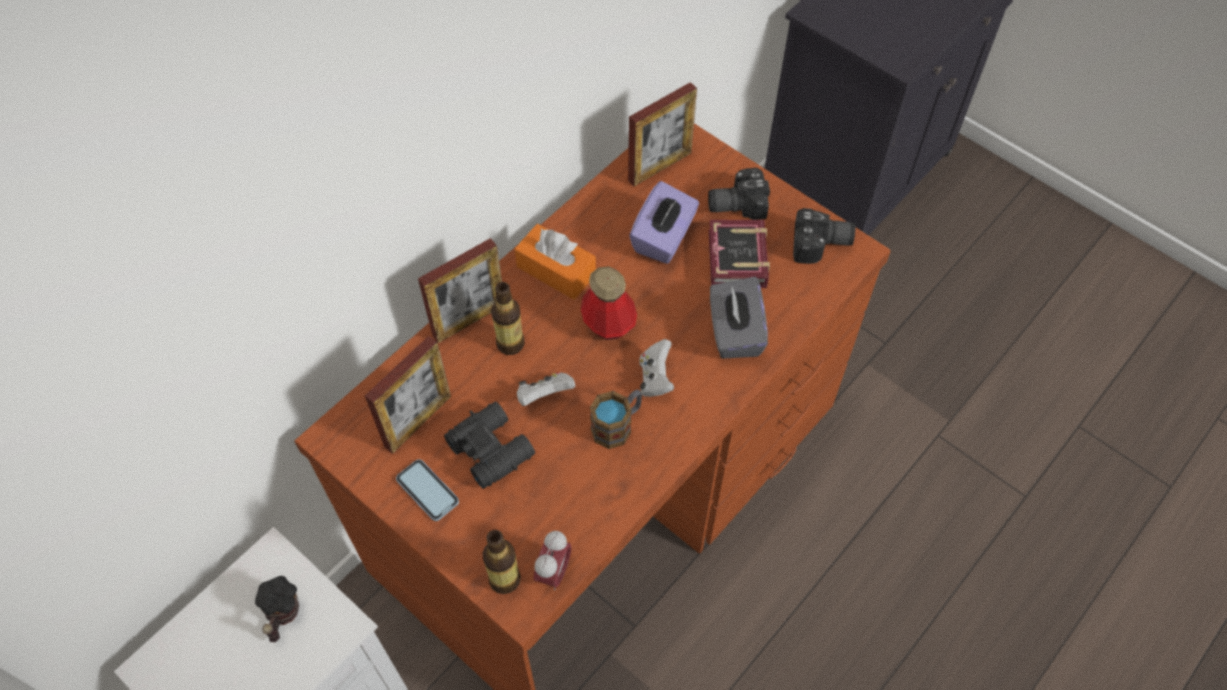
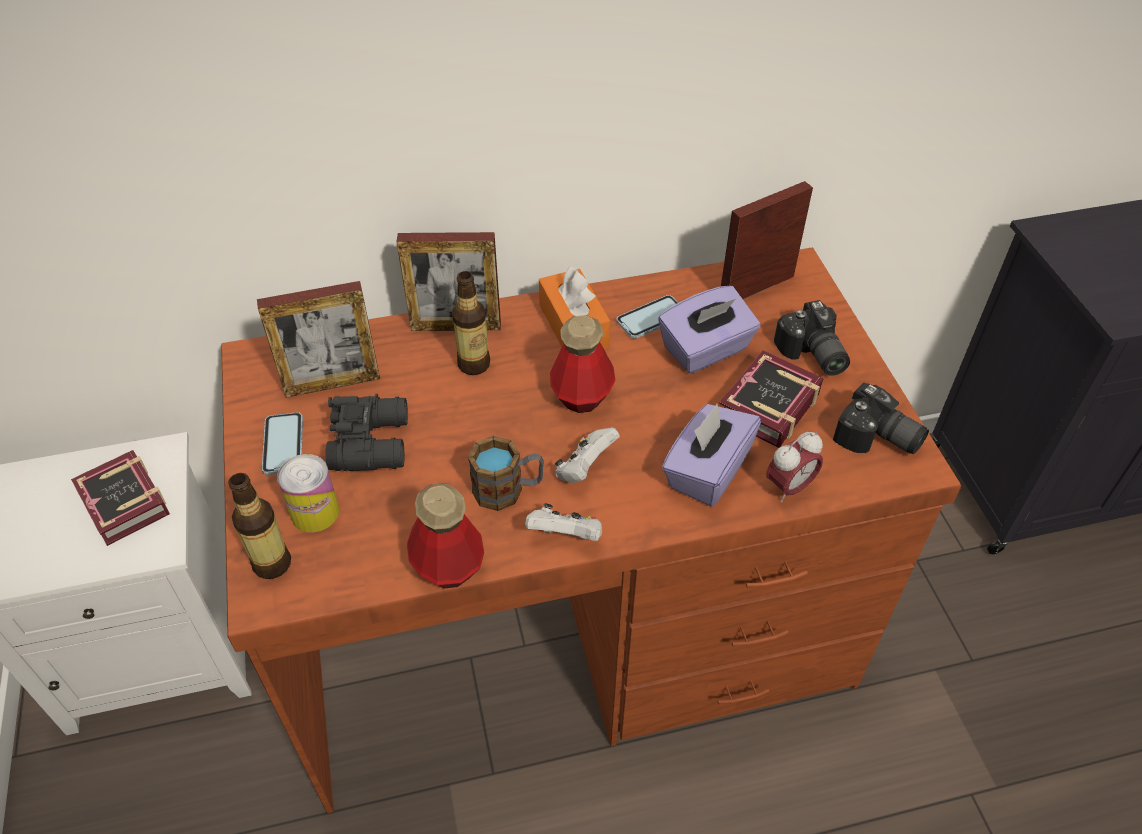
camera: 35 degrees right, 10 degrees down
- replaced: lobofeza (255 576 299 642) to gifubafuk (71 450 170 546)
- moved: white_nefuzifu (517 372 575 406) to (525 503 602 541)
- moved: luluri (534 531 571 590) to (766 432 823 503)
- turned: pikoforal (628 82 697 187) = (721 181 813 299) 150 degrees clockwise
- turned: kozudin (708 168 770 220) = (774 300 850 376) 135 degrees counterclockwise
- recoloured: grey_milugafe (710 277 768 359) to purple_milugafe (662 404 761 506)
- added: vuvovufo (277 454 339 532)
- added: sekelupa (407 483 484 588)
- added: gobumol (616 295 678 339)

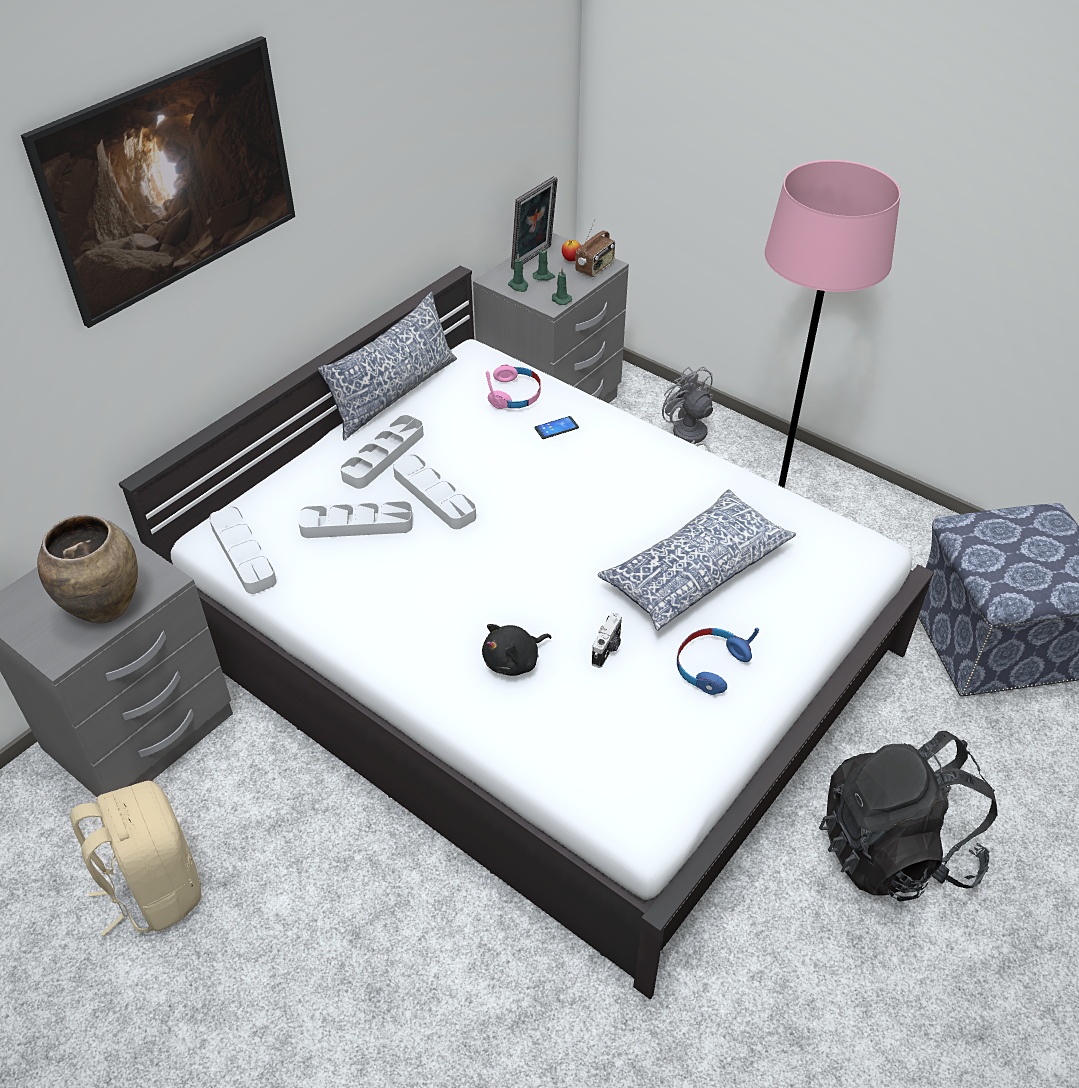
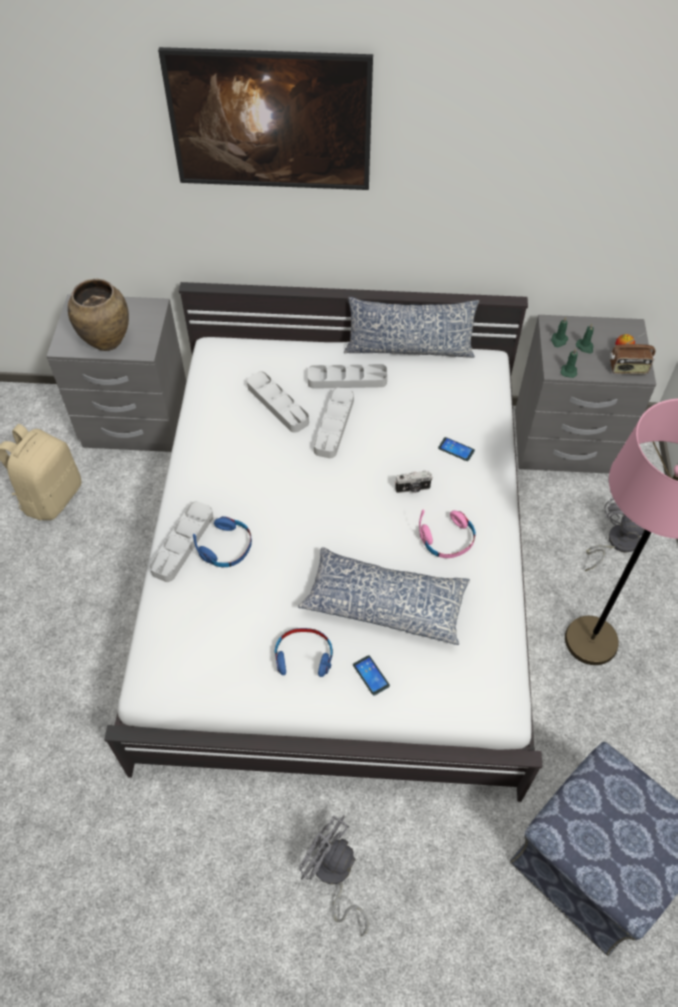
camera: 55 degrees right, 10 degrees up
- moved: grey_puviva (209 506 277 594) to (149 501 213 582)
- replaced: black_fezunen (482 624 552 676) to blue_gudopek (193 516 252 567)
- moved: pink_gudopek (486 365 541 409) to (419 509 476 558)
- removed: pikoforal (511 176 558 270)
- moved: kozudin (592 613 622 668) to (395 471 433 493)
- replaced: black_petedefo (819 731 998 902) to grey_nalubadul (299 815 368 936)
- added: gobumol (353 655 390 696)

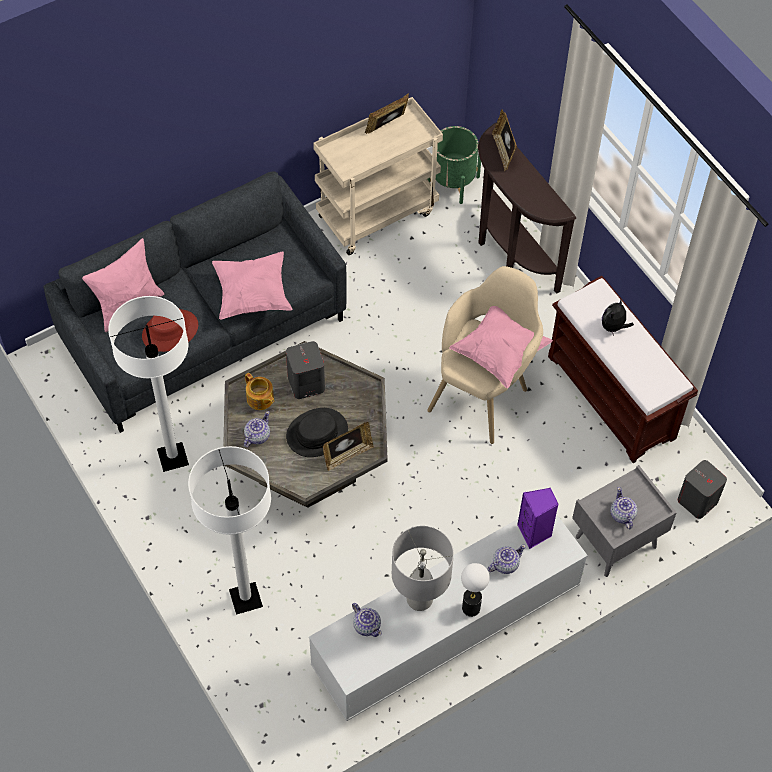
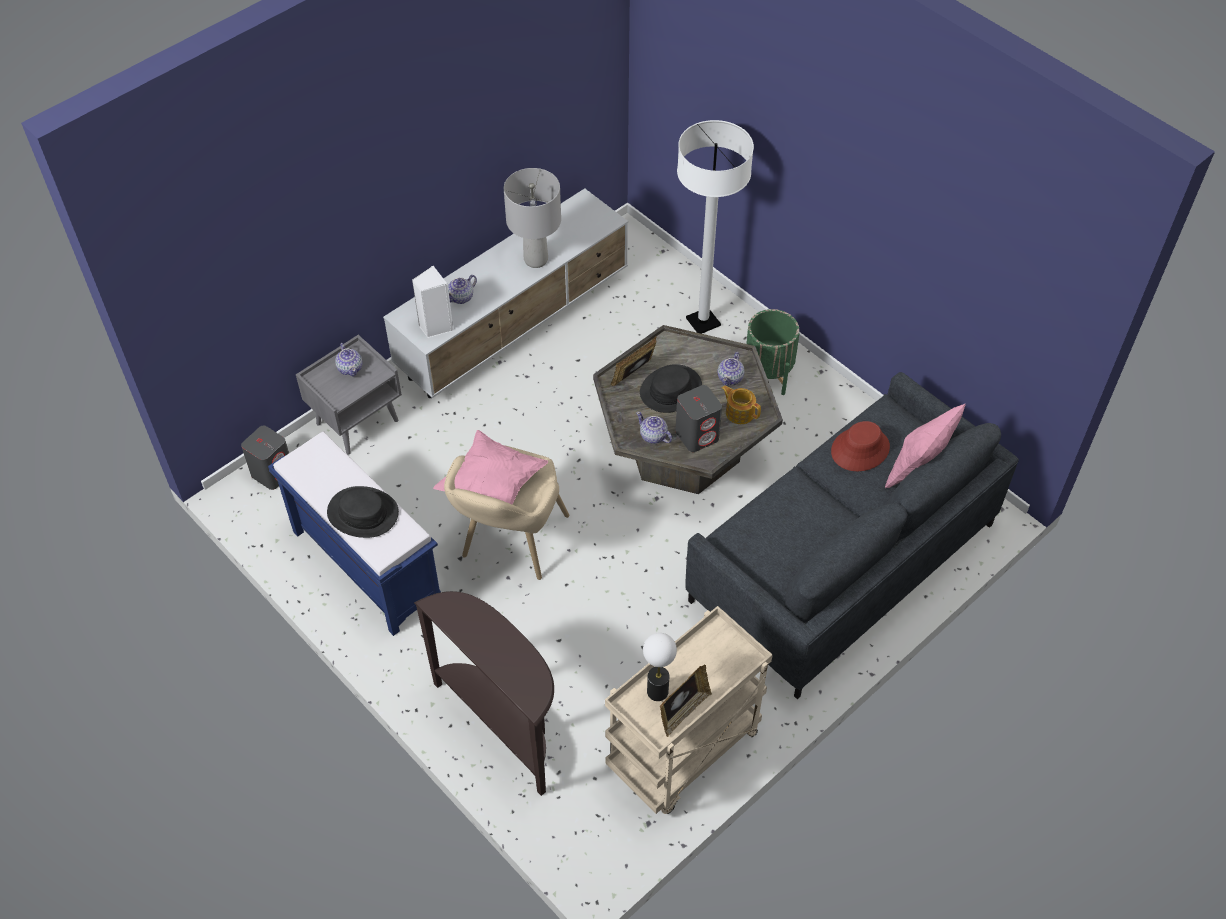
camera: 170 degrees right, 5 degrees down
- removed: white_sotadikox (108 296 189 472)
- removed: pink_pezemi (212 251 293 320)
- moved: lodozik (352 603 382 637) to (636 412 672 444)
- moved: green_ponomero (427 126 481 204) to (746 309 800 395)
- moved: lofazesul (461 563 490 617) to (643 633 677 701)
- removed: pikoforal (492 110 517 171)
- recoloured: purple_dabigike (517 488 559 549) to white_dabigike (412 265 454 338)
- recoloured: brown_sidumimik (548 276 698 463) to blue_sidumimik (268 432 441 636)
- replaced: fezunen (602 299 634 336) to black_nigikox (327 486 399 538)

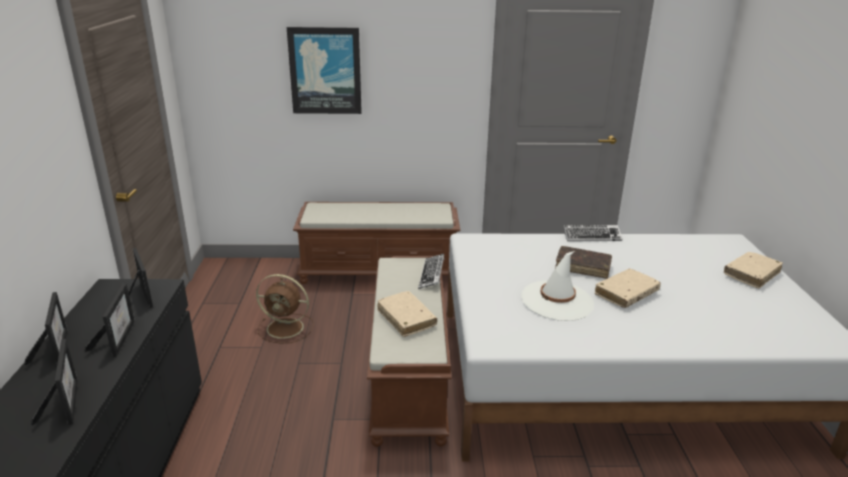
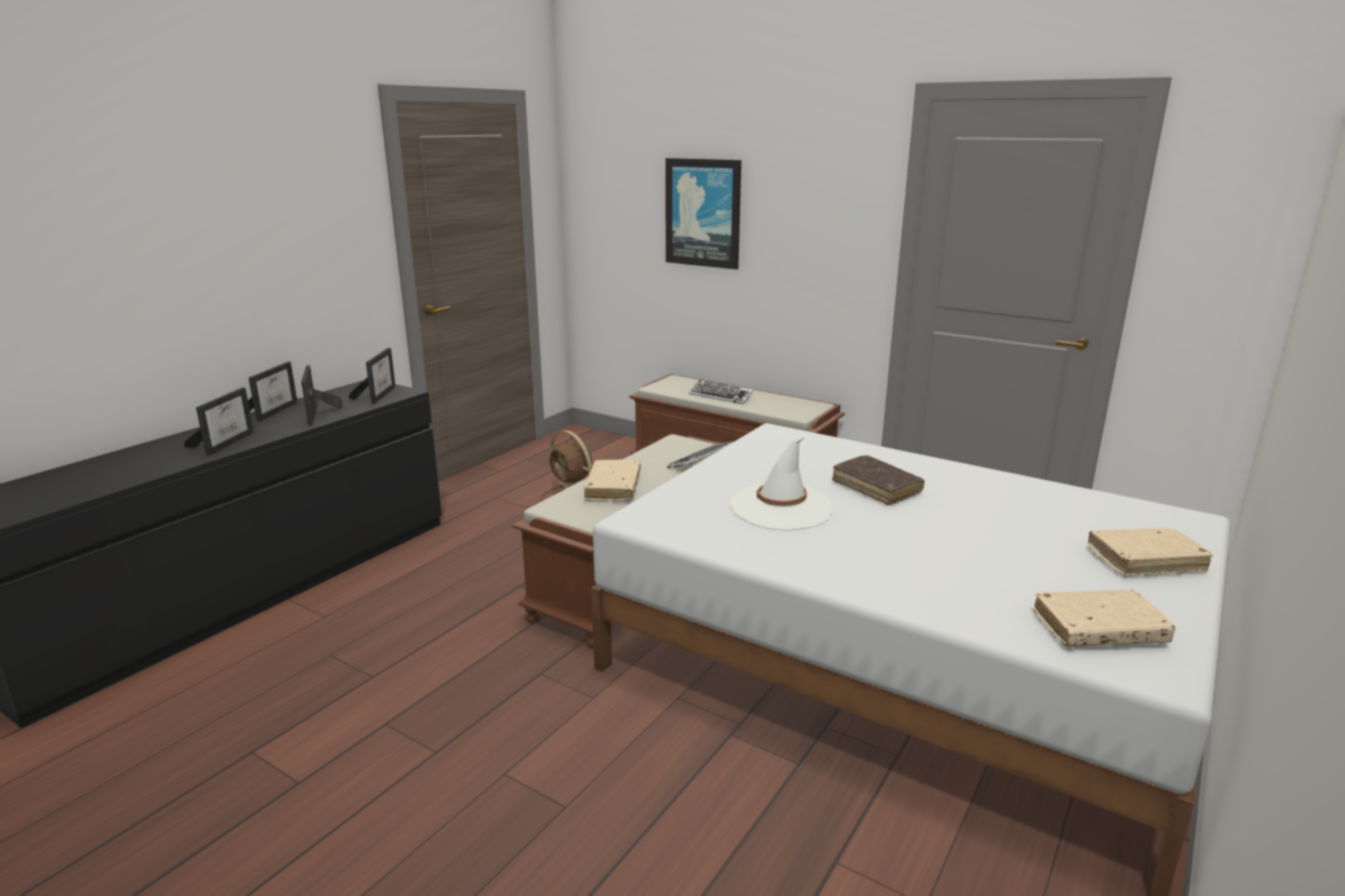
camera: 35 degrees right, 5 degrees down
- turned: pikoforal (84 284 135 357) = (301 365 343 426) 135 degrees clockwise
- moved: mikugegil (563 225 622 241) to (689 380 753 404)
- moved: beige_gifubafuk (595 269 661 308) to (1034 590 1175 647)

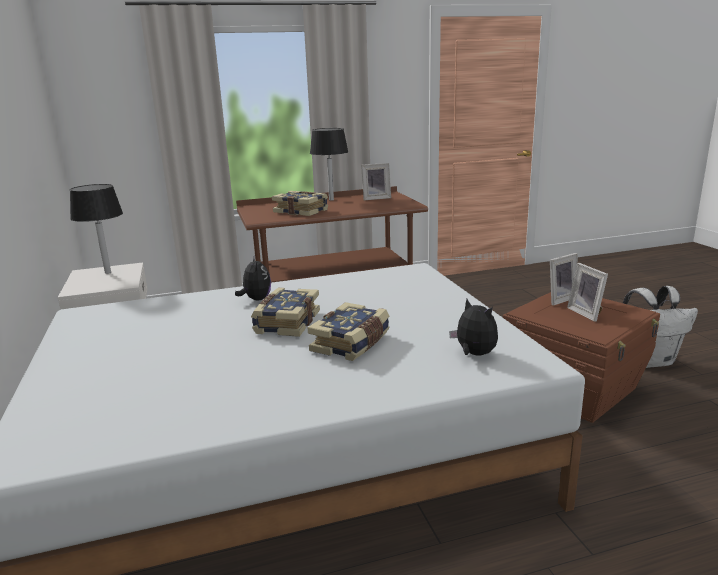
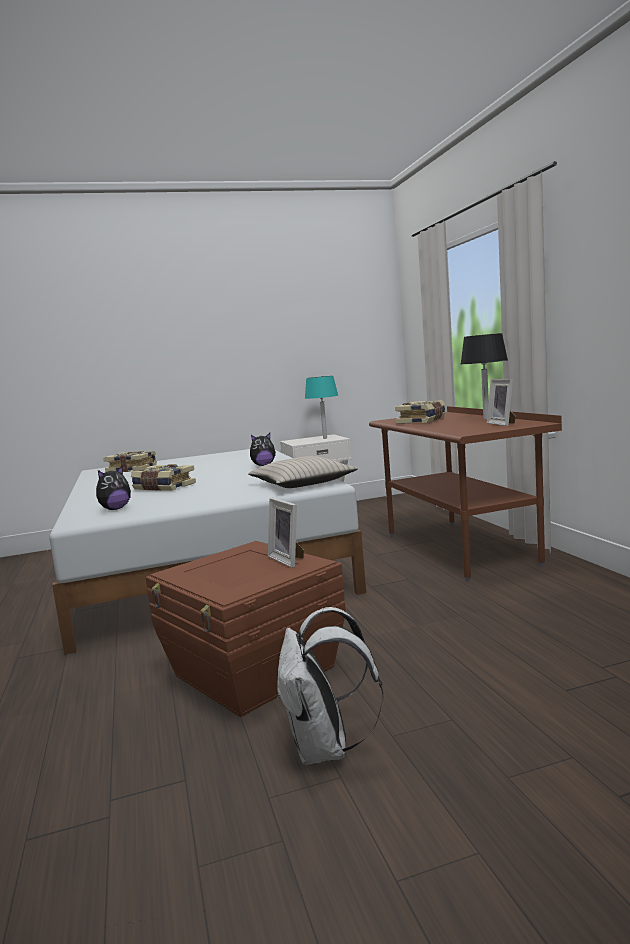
camera: 90 degrees right, 10 degrees down
- recoloured: black_lofazesul (70 184 123 274) to turquoise_lofazesul (305 376 338 439)
- moved: gifubafuk (251 288 320 337) to (103 451 157 472)
- removed: pikoforal (567 263 608 322)
- added: beige_pezemi (248 456 358 488)

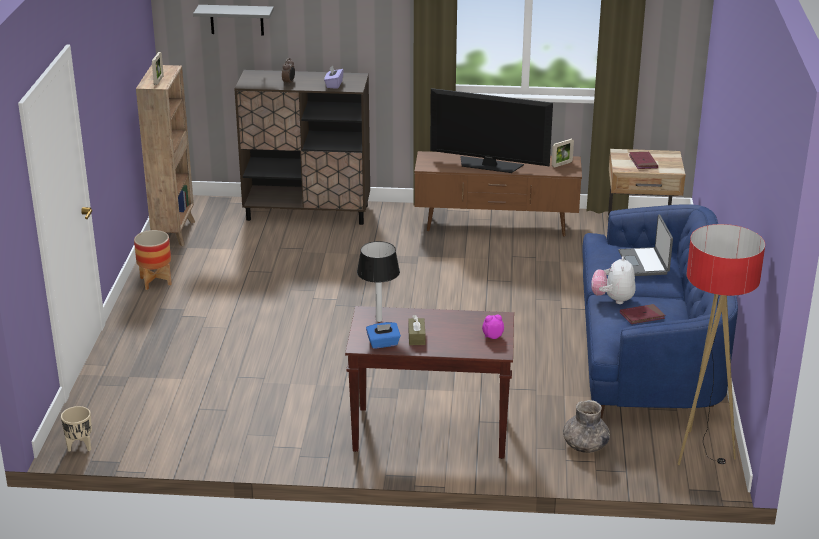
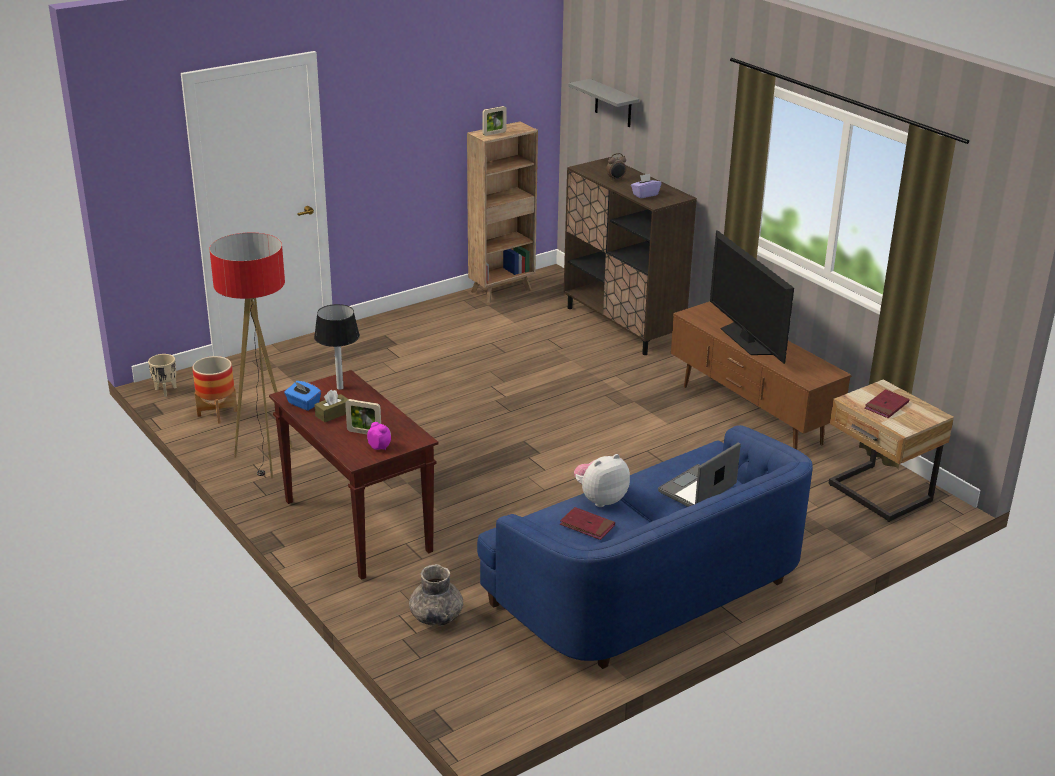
camera: 50 degrees right, 0 degrees up
- moved: ponomero (134 230 172 290) to (192 356 237 424)
- moved: pikoforal (552 139 574 167) to (345 399 381 434)
- moved: sotadikox (677 224 765 465) to (209 233 292 478)

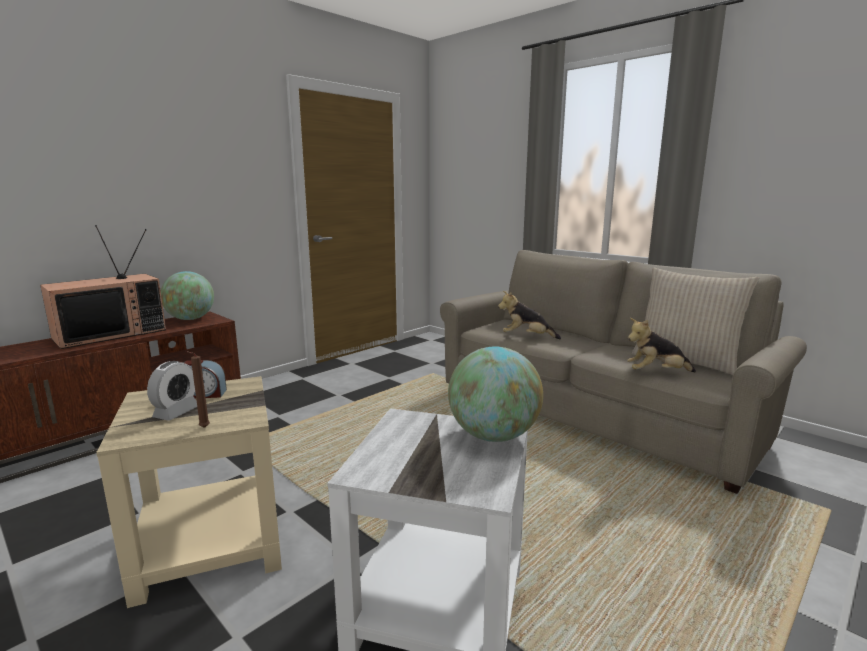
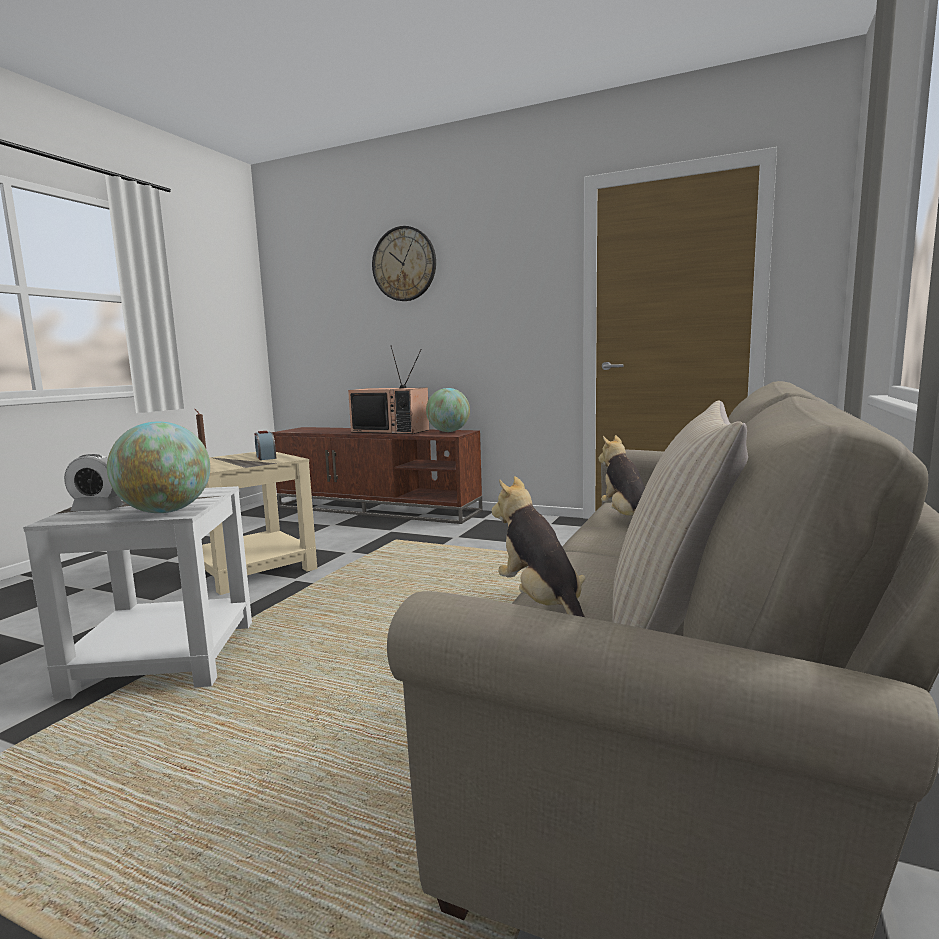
camera: 70 degrees right, 5 degrees down
- moved: luluri (147 361 197 421) to (64 454 124 511)
- added: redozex (372 226 436 301)

